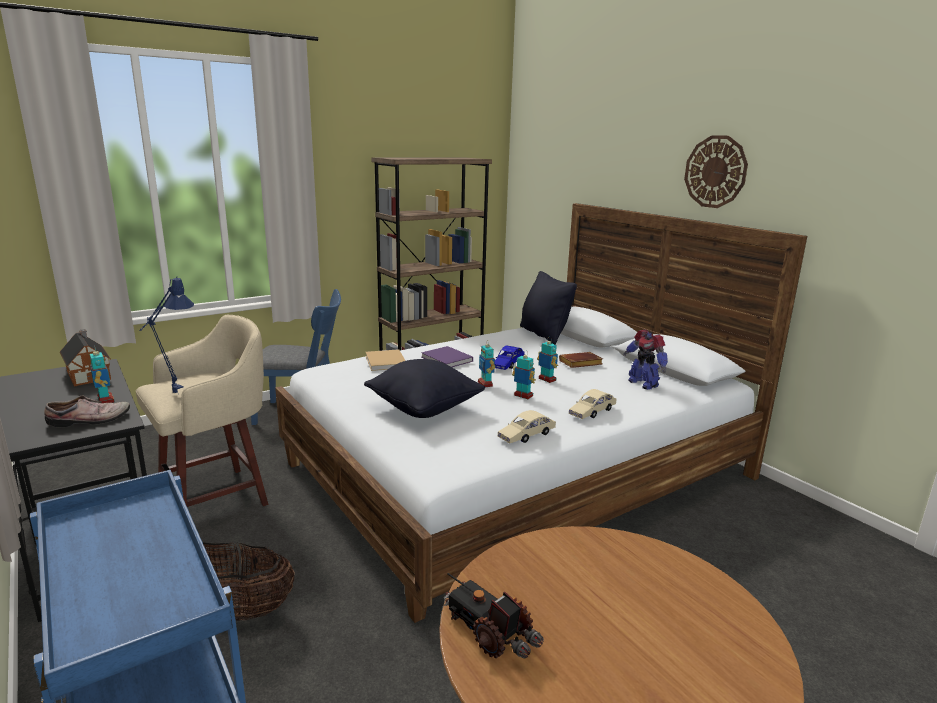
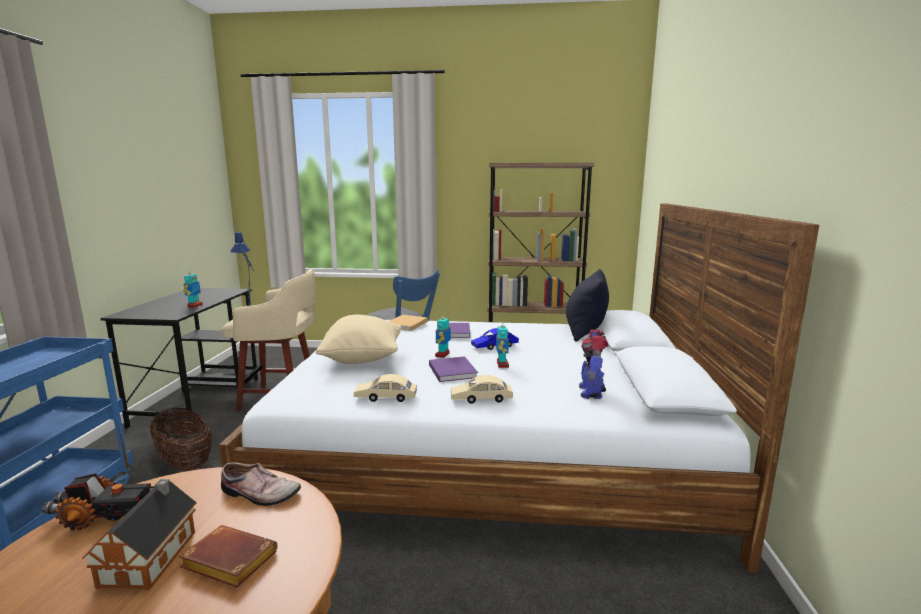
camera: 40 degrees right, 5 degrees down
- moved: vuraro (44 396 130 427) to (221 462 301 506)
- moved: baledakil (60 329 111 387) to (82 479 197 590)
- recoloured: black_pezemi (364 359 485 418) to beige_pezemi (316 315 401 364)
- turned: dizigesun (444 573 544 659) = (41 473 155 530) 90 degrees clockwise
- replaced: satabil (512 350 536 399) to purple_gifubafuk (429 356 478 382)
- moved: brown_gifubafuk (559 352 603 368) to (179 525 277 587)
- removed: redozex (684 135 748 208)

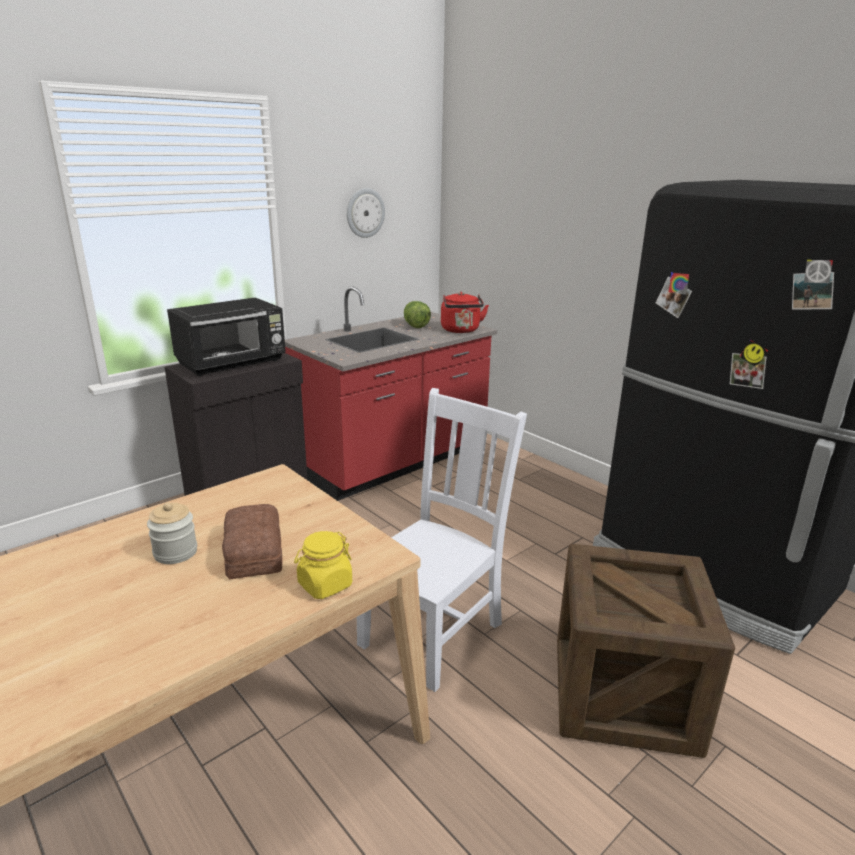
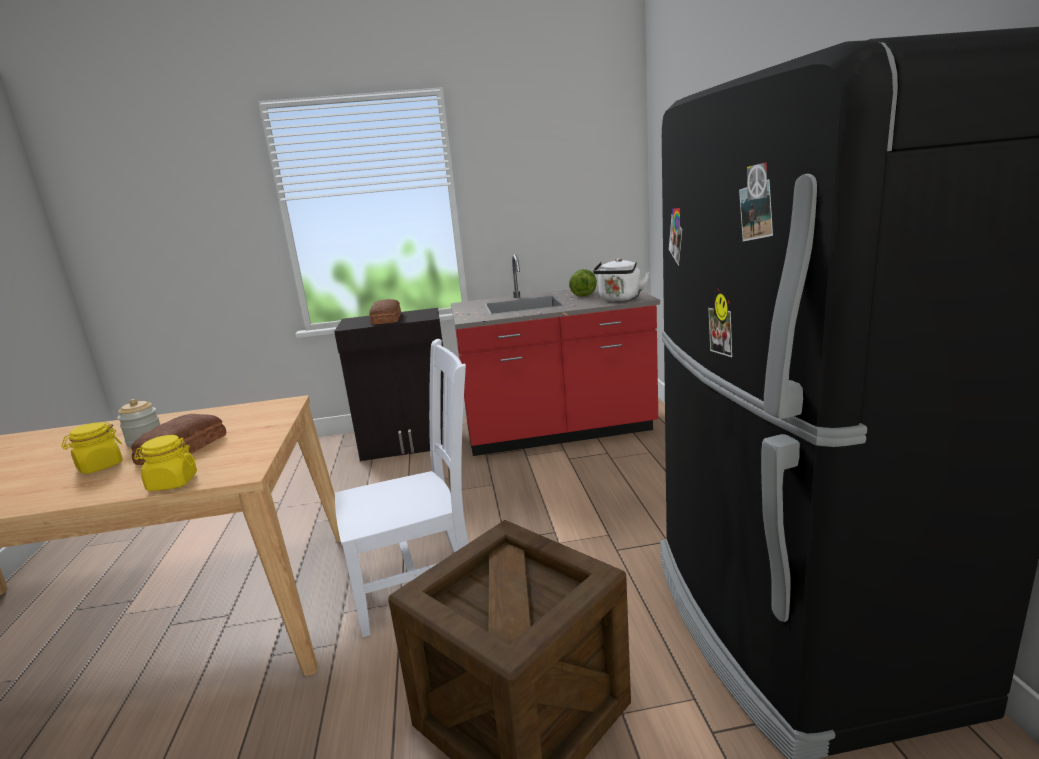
camera: 35 degrees right, 5 degrees down
- replaced: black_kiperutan (167 297 286 376) to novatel (369 299 401 325)
- removed: redozex (347 188 385 238)
- recoloured: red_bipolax (441 292 489 333) to white_bipolax (593 258 650 302)
- added: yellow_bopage (61 422 123 474)

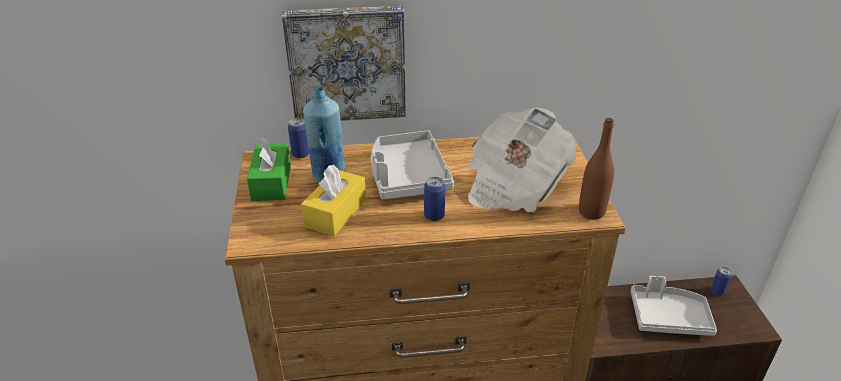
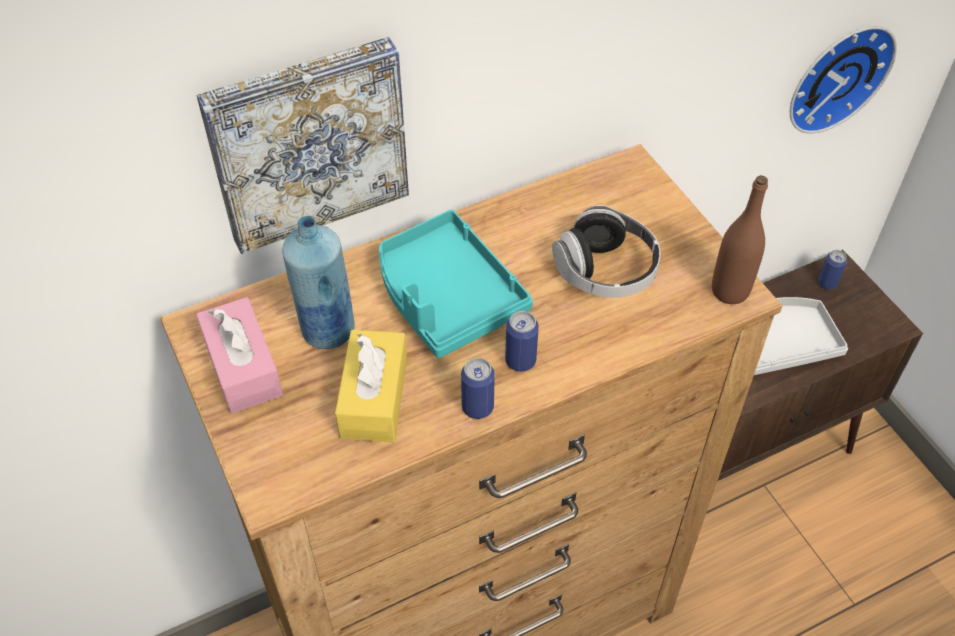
camera: 20 degrees left, 15 degrees up
- recoloured: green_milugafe (247 137 291 201) to pink_milugafe (196 297 283 414)
- moved: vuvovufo (288 118 309 158) to (461 358 495 419)
- recoloured: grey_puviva (371 130 454 200) to turquoise_puviva (379 209 533 358)
- replaced: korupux (468 107 577 212) to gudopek (552 205 660 298)
- added: redozex (790 26 897 134)

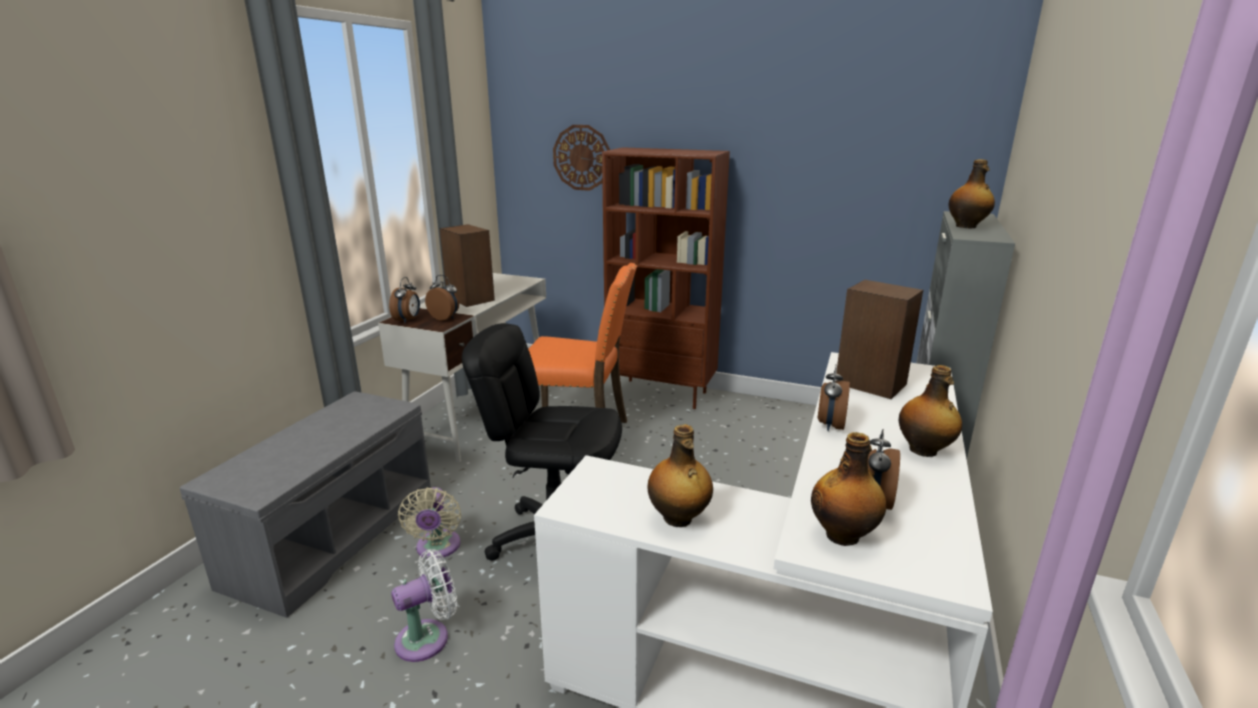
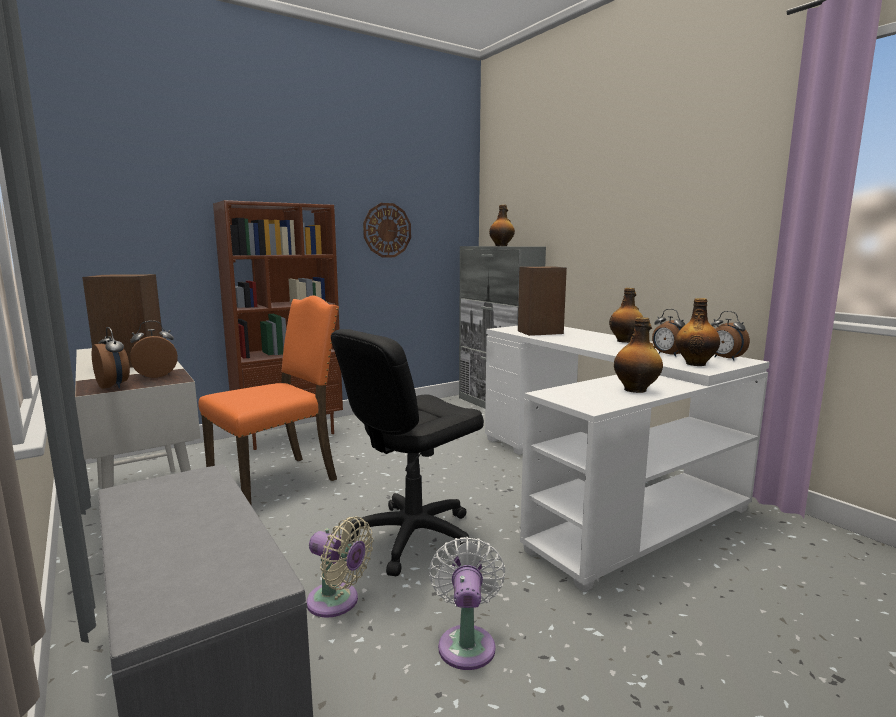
camera: 55 degrees left, 10 degrees down
- moved: redozex (553 125 610 191) to (363 203 411 258)
- moved: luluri (818 364 850 431) to (711 311 750 360)

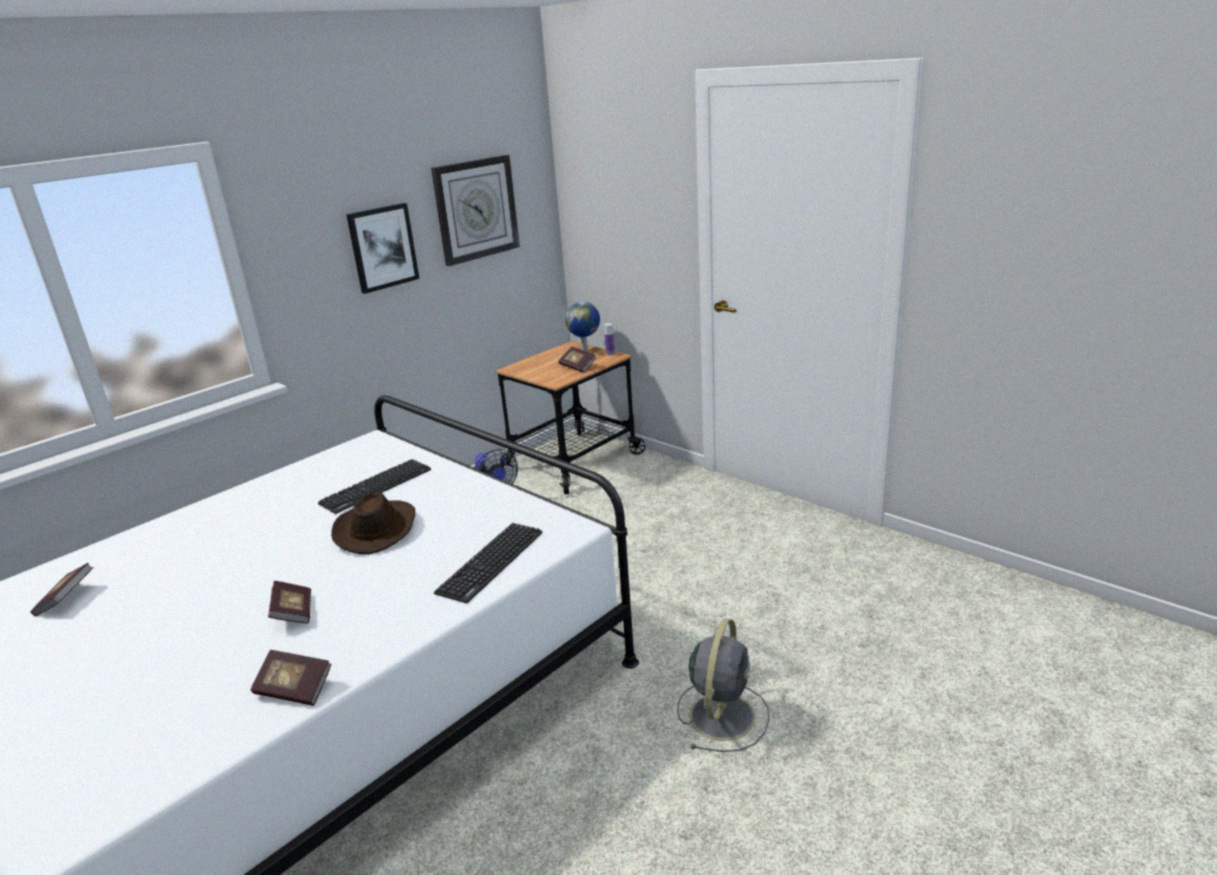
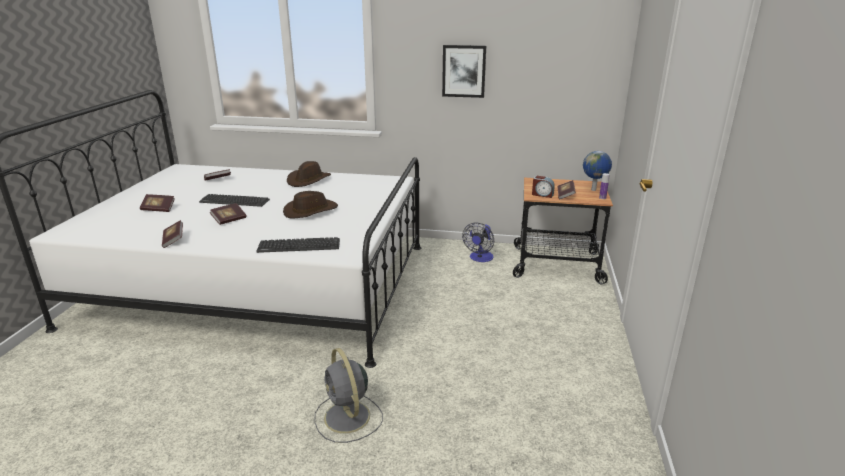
camera: 55 degrees right, 0 degrees up
- moved: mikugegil (318 459 431 514) to (199 194 270 207)
- removed: redozex (431 155 520 266)
- turned: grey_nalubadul (677 618 770 752) = (314 348 383 443) 75 degrees clockwise
- added: gifubafuk (140 194 175 212)
- added: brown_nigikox (287 161 331 187)
- added: luluri (532 176 555 198)

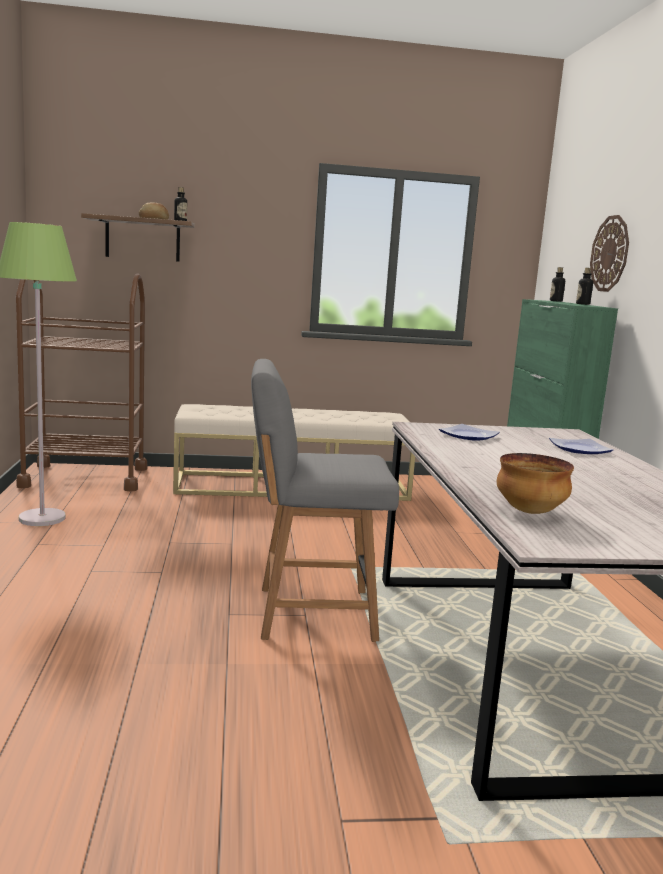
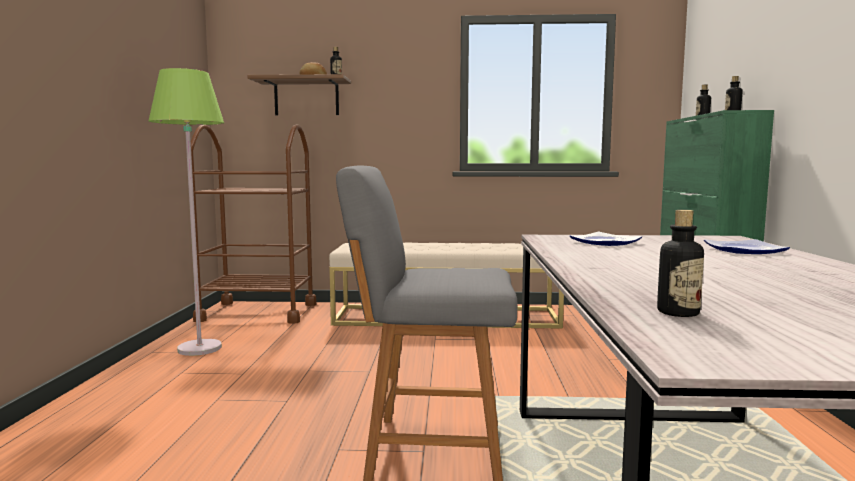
camera: 10 degrees right, 5 degrees down
- replaced: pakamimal (497 453 574 514) to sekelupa (657 210 704 317)
- removed: redozex (590 215 629 292)

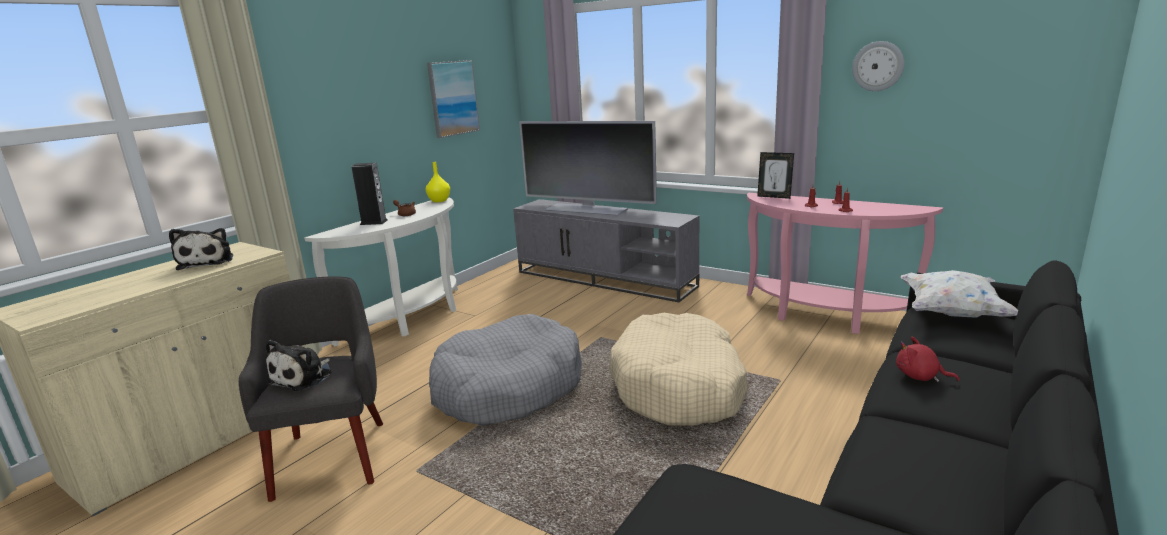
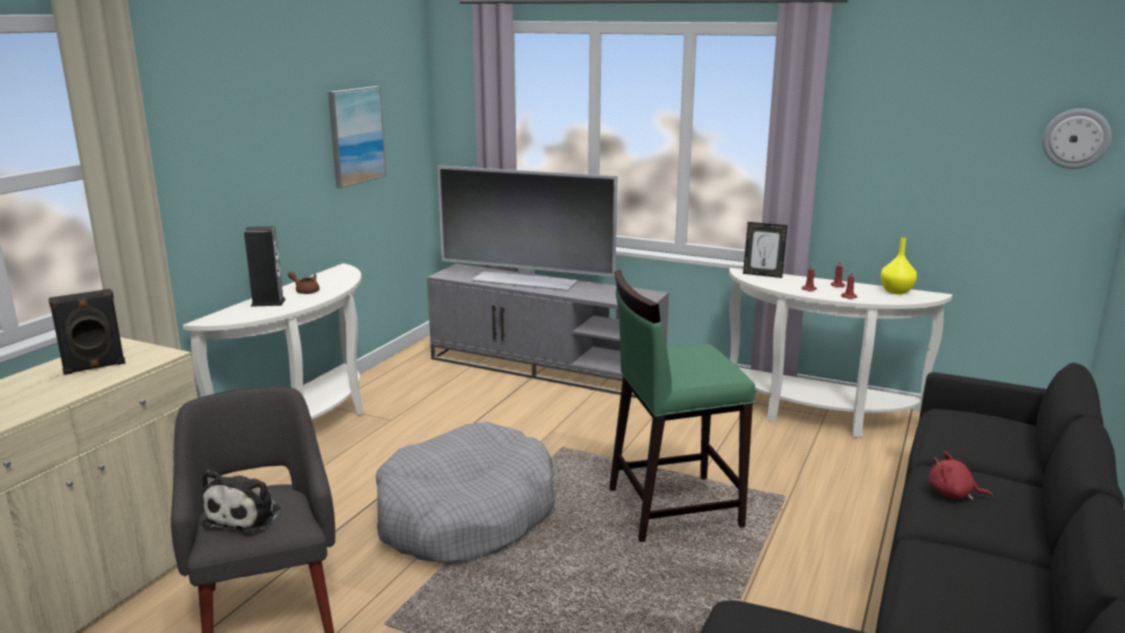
camera: 10 degrees left, 0 degrees up
- replaced: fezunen (169 228 233 270) to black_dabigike (48 289 125 375)
- moved: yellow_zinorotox (426 162 450 202) to (881 238 917 294)
- replaced: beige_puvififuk (609 313 749 426) to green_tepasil (609 270 756 542)
- recoloured: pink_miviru (747 193 943 334) to white_miviru (729 268 953 438)
- moved: redozex (852 41 905 91) to (1042 109 1111 169)
- removed: white_pezemi (900 270 1018 318)

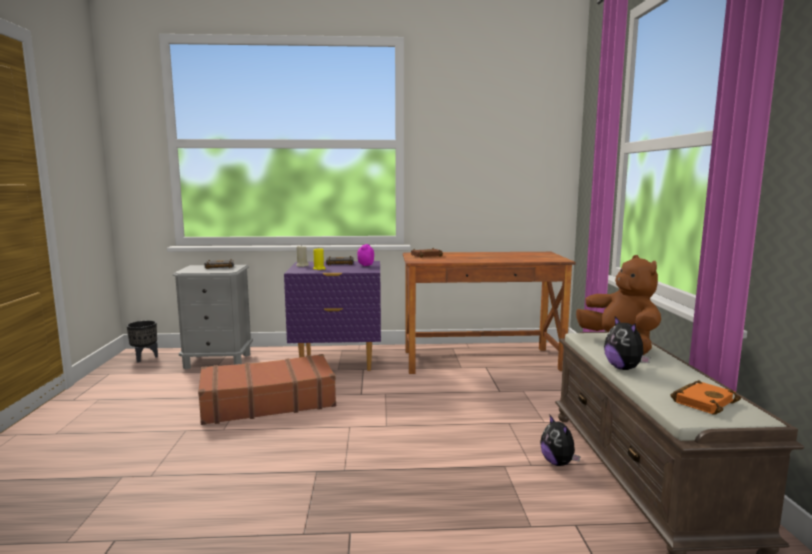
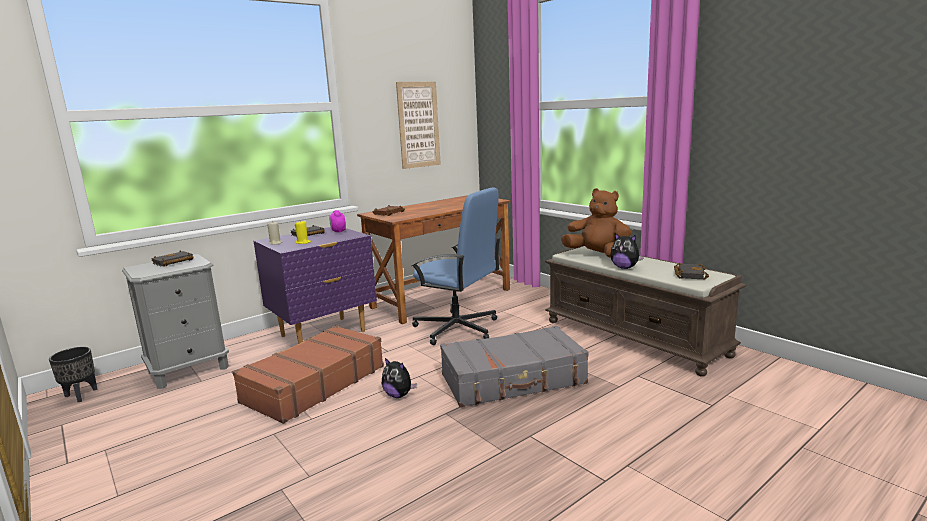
camera: 35 degrees left, 5 degrees up
- moved: fezunen (540 415 581 466) to (382 358 417 398)
- recoloured: orange_gifubafuk (670 380 741 415) to black_gifubafuk (674 263 709 279)
- added: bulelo (396 81 441 169)
- added: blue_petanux (411 187 501 345)
- added: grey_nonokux (440 326 588 407)

